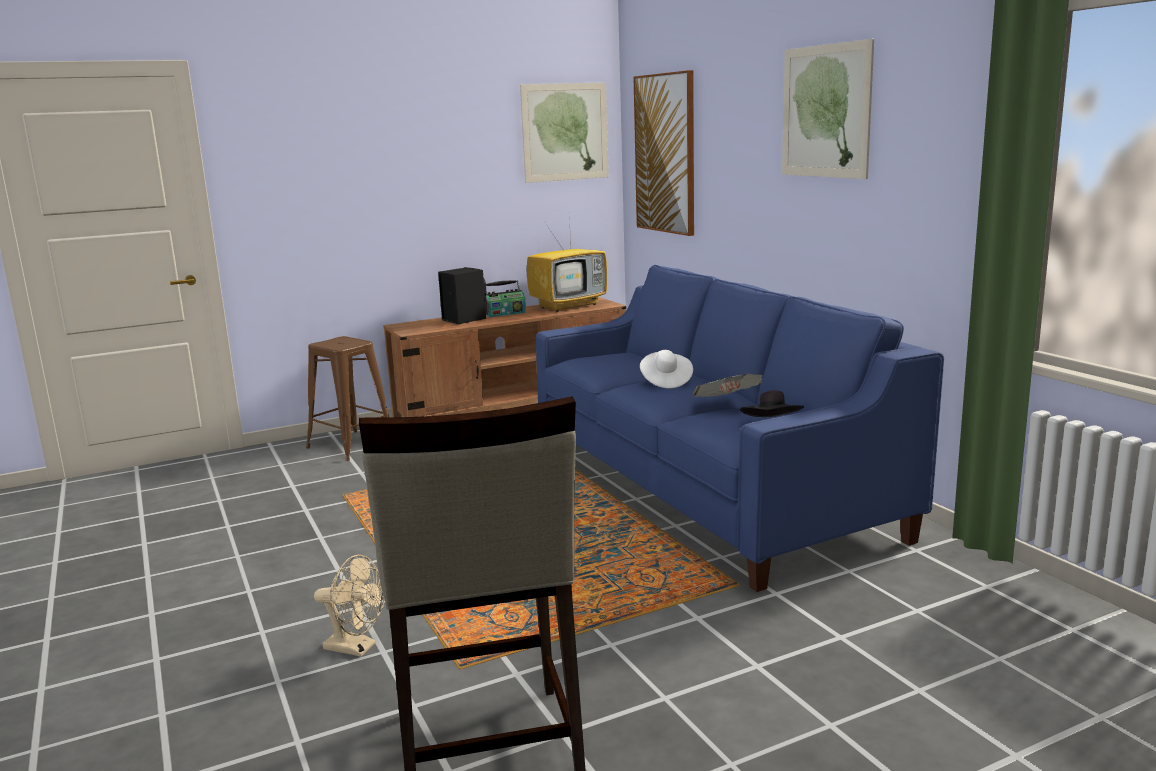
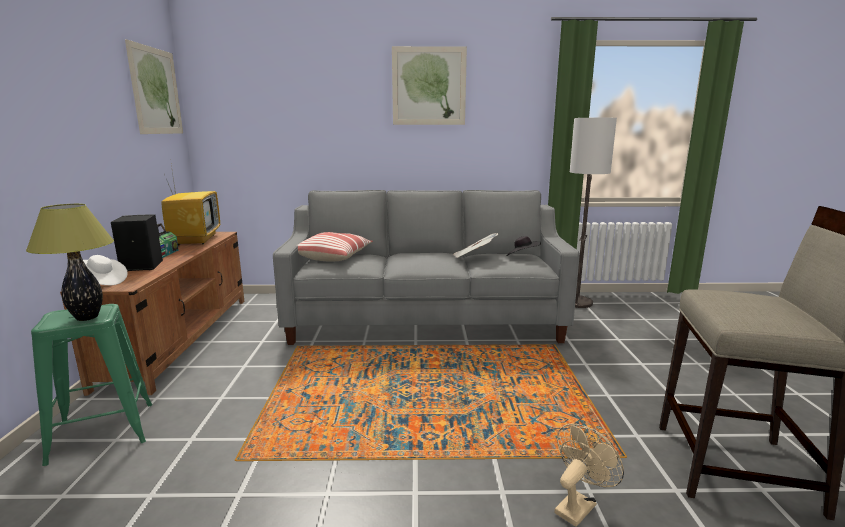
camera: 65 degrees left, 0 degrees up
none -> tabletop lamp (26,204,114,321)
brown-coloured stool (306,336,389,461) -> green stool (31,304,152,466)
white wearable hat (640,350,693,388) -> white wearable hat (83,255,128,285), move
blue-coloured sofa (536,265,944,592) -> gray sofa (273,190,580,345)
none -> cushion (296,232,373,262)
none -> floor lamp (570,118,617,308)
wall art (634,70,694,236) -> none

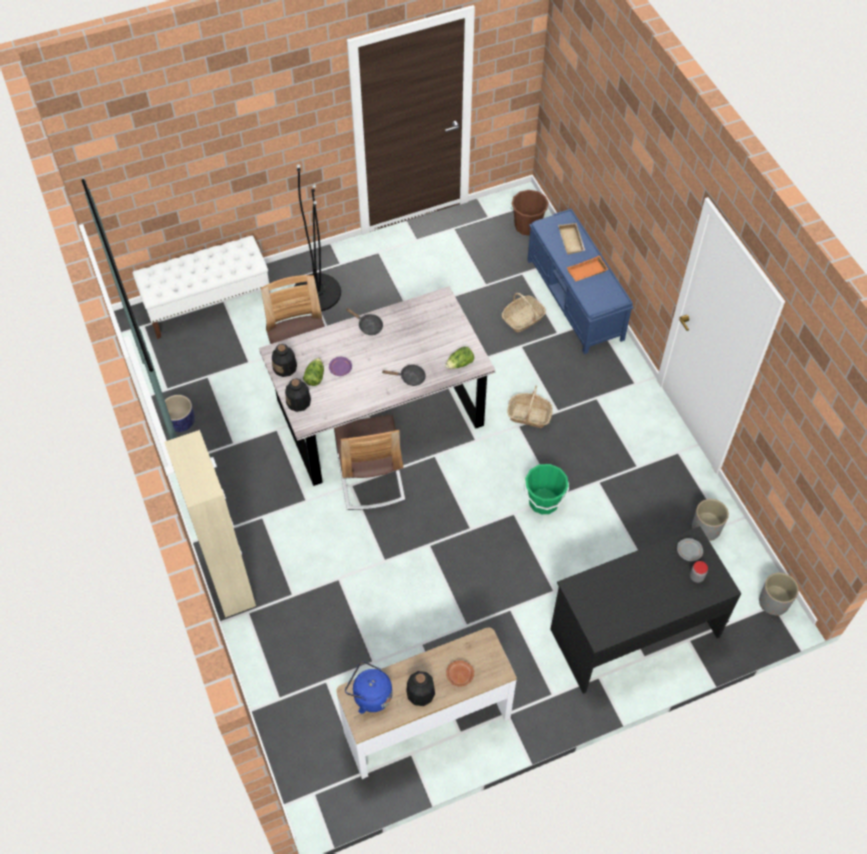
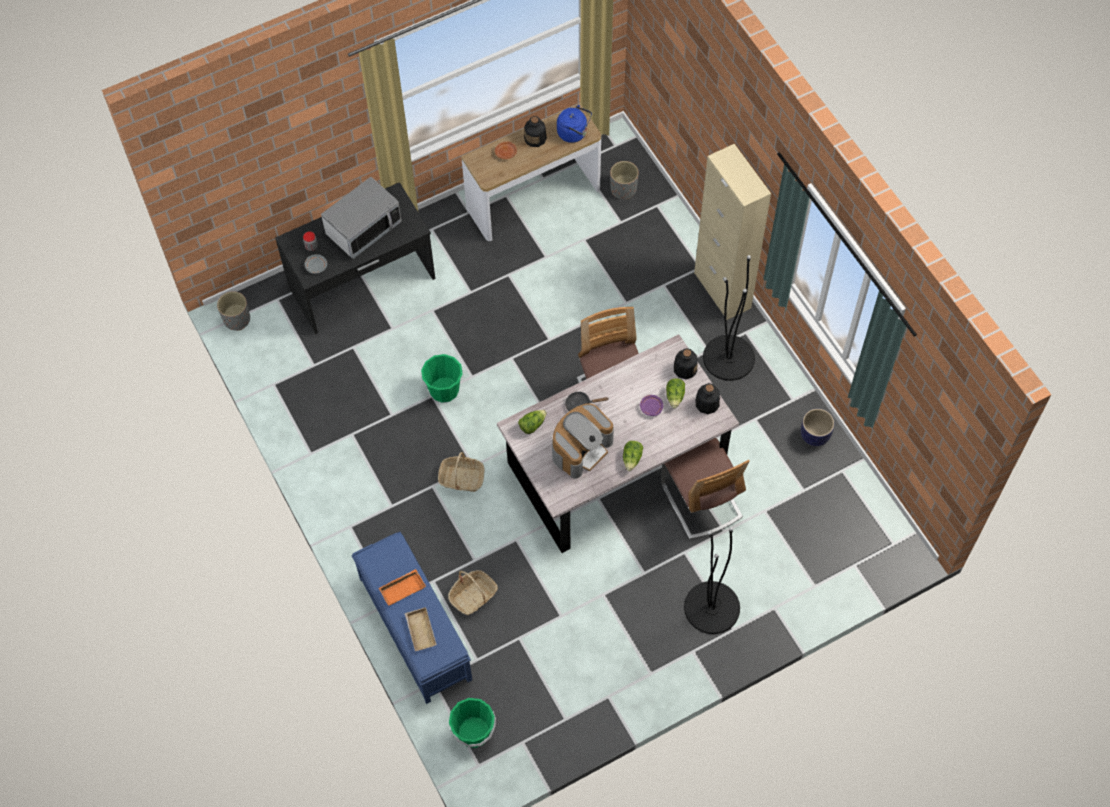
camera: 175 degrees right, 5 degrees up
none -> kitchen microwave (321,177,402,259)
brown-coloured bucket (510,190,549,236) -> green bucket (449,698,496,748)
none -> coffee machine (552,403,614,479)
gray flower pot (692,499,729,541) -> gray flower pot (610,161,639,199), move
black pan (346,308,383,335) -> lettuce head (623,441,643,471)
none -> black floor lamp (703,255,755,381)
white long seat (132,235,270,339) -> none

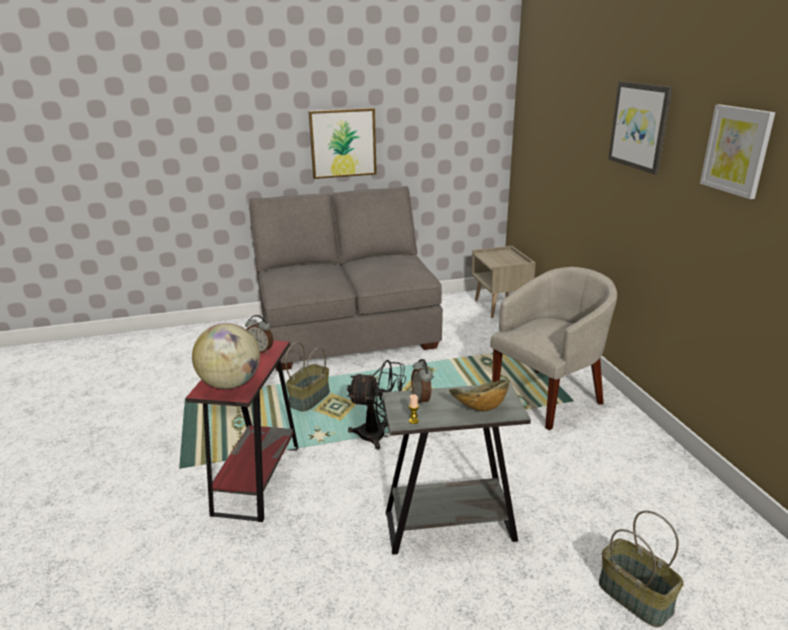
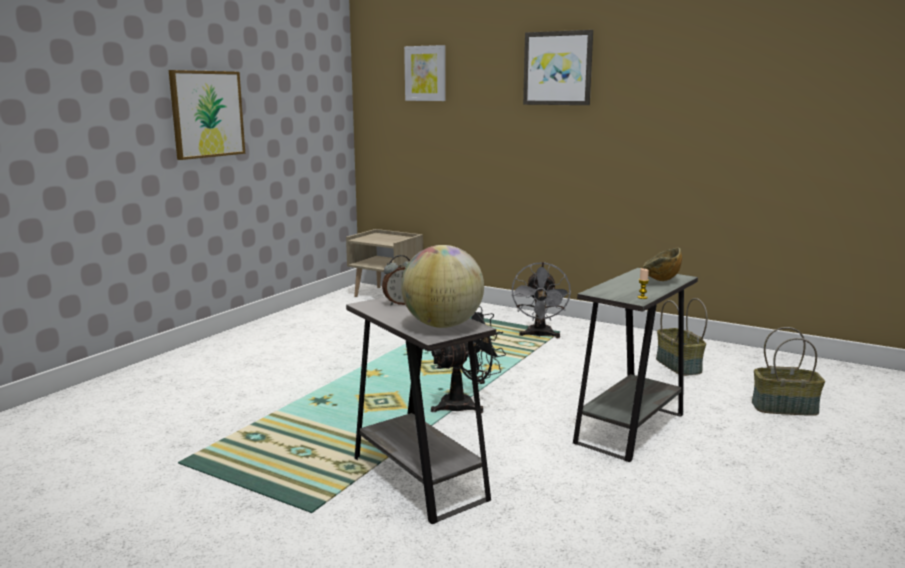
camera: 45 degrees left, 10 degrees down
red accent table (186,340,298,522) -> gray accent table (346,297,496,524)
wall art (700,105,775,199) -> wall art (404,45,446,101), move
beige-coloured armchair (490,267,617,430) -> gray fan (511,262,571,338)
storage basket (285,342,330,412) -> storage basket (656,298,707,376), move
gray sofa (249,186,443,371) -> none
table clock (411,359,433,406) -> none

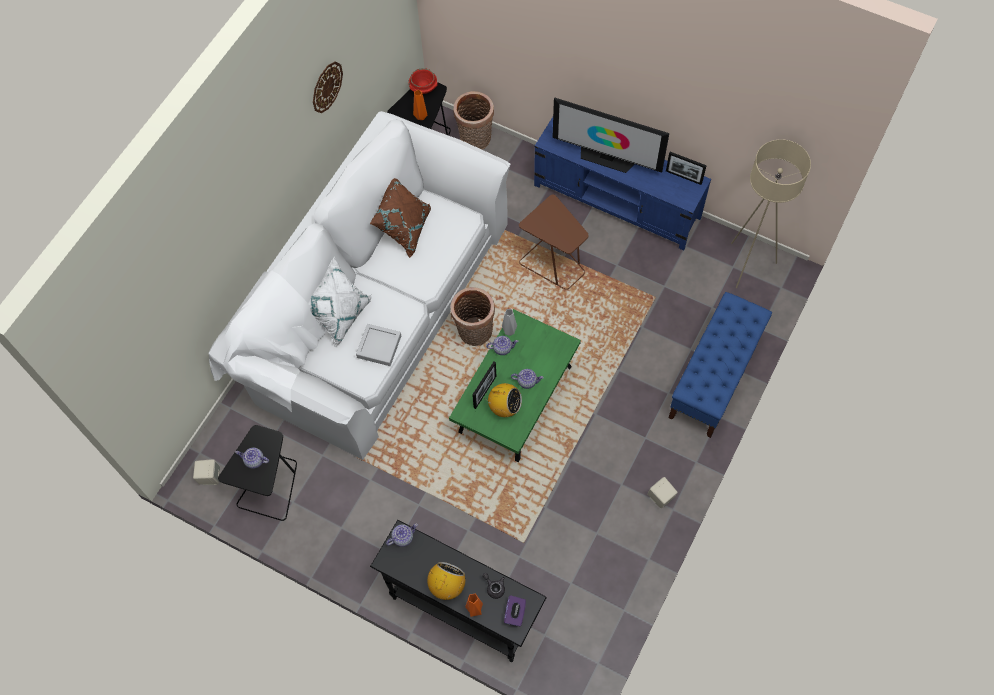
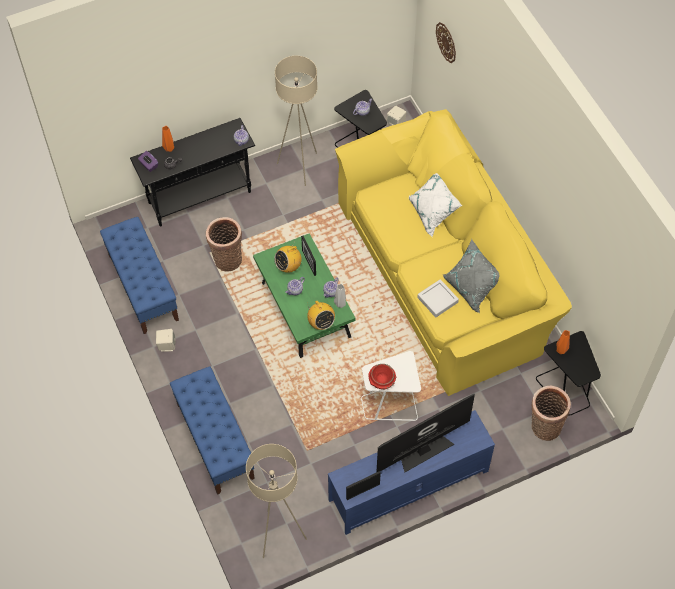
camera: 125 degrees right, 5 degrees down
none -> blue-coloured long seat (100,217,179,334)
storage basket (450,287,495,346) -> storage basket (206,217,242,272), move
none -> beige-coloured floor lamp (275,56,318,186)
radio receiver (427,562,465,600) -> radio receiver (307,301,335,330), move
white sofa (208,111,510,460) -> yellowish sofa (335,109,572,396)
brown-coloured accent table (519,194,589,290) -> white accent table (361,351,421,421)
red serving bowl (408,68,437,94) -> red serving bowl (368,364,396,389), move
gray serving tray (356,324,401,366) -> gray serving tray (417,279,459,318), move
hanging clock (313,61,343,113) -> hanging clock (436,22,456,63), move
brown-coloured cushion (370,178,431,257) -> gray cushion (443,239,500,313)

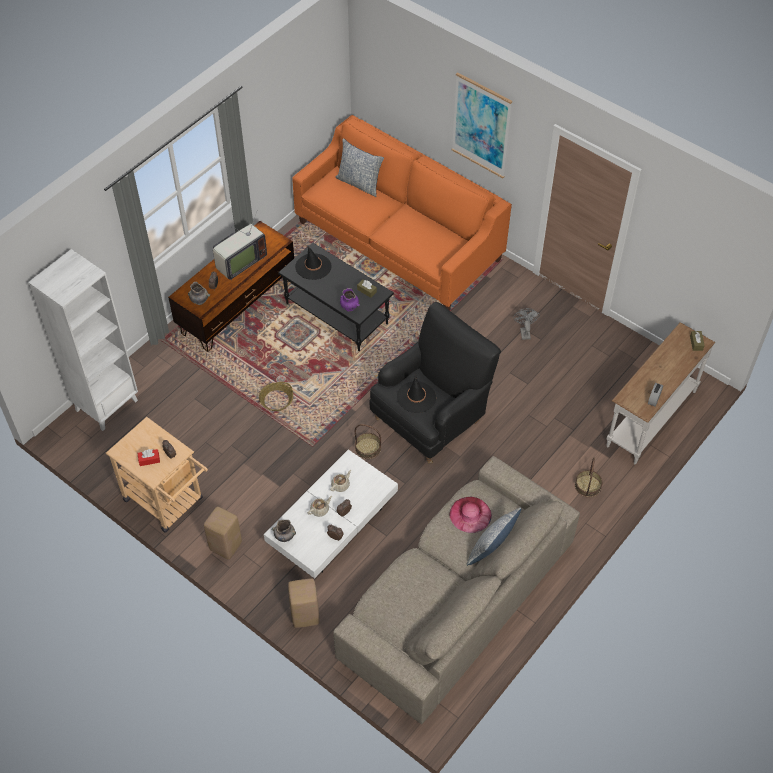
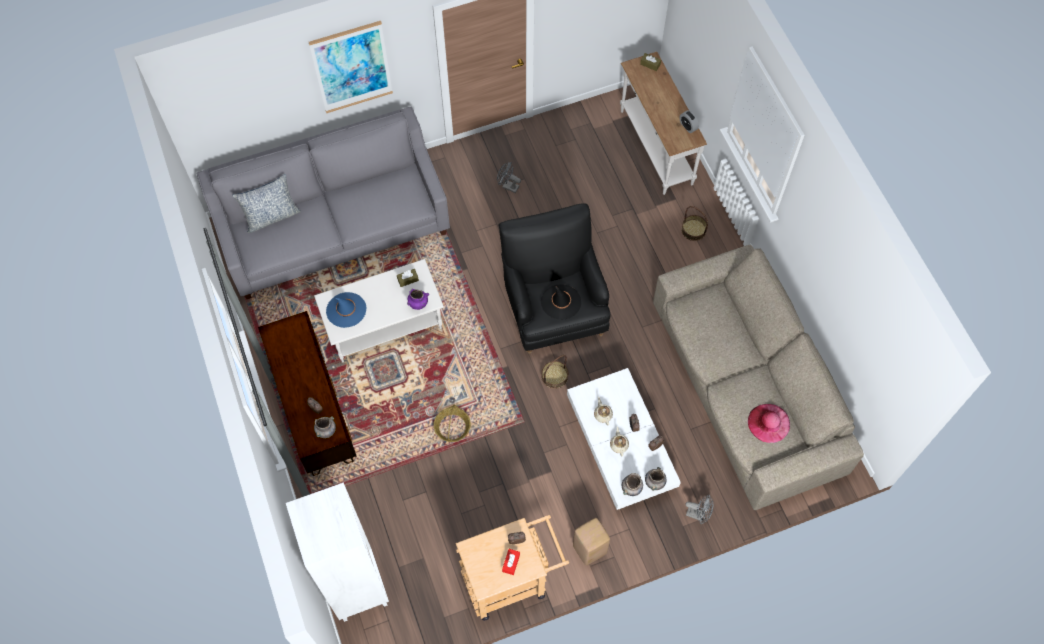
camera: 60 degrees left, 10 degrees up
orangey sofa (292,115,512,310) -> gray sofa (197,106,450,299)
black coffee table (278,243,394,351) -> white coffee table (314,259,444,362)
black wearable hat (295,246,331,280) -> blue-coloured wearable hat (326,292,366,328)
none -> gray flower vase (645,467,666,491)
beige-coloured stool (288,578,319,628) -> gray fan (685,495,713,524)
pink wearable hat (450,497,492,533) -> pink wearable hat (748,404,790,443), move
television (213,209,267,280) -> none
cushion (466,508,521,566) -> none

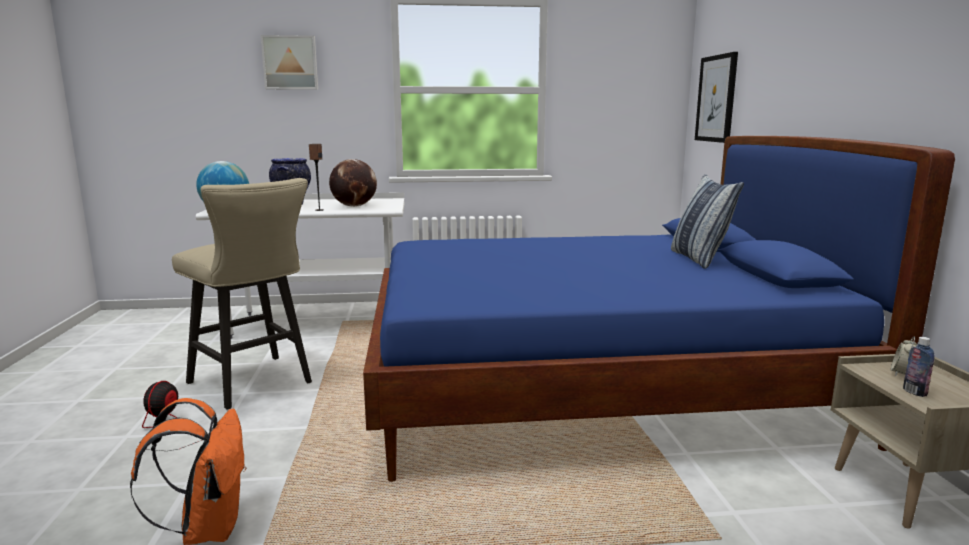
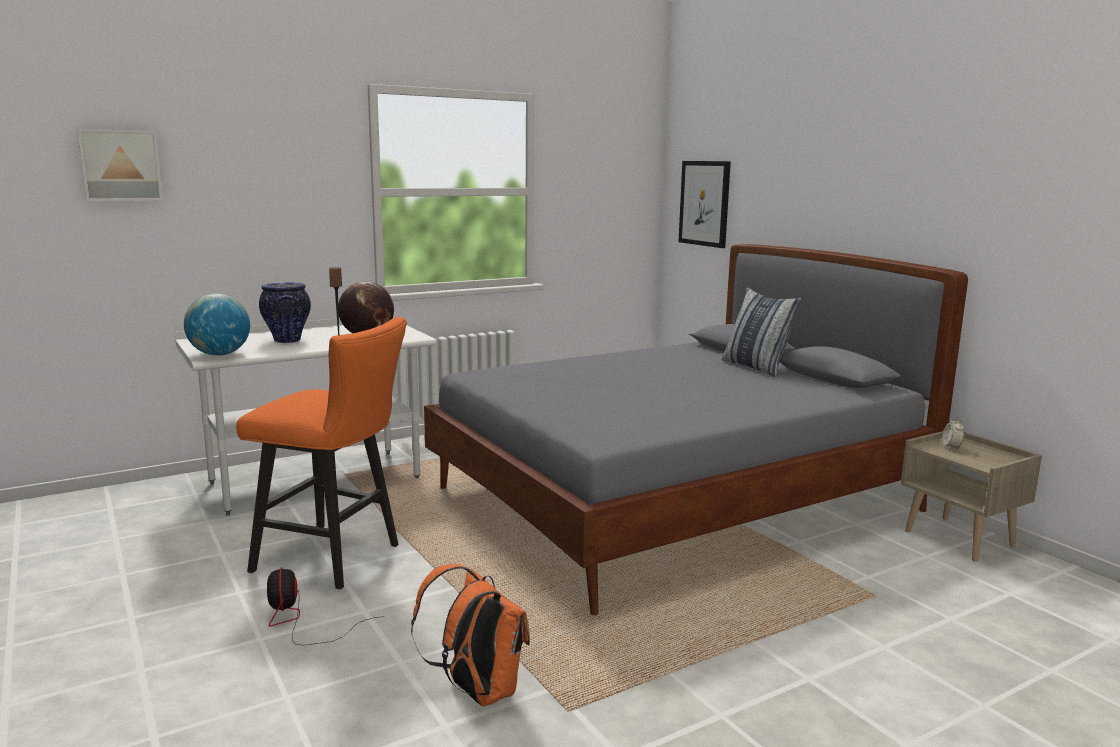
camera: 25 degrees left, 0 degrees up
wall art (261,35,318,90) -> wall art (77,129,163,201), move
beige-coloured stool (172,178,312,410) -> orangey stool (236,317,407,589)
blue-coloured bed (363,136,955,482) -> gray bed (424,244,968,615)
bottle (903,337,935,397) -> none

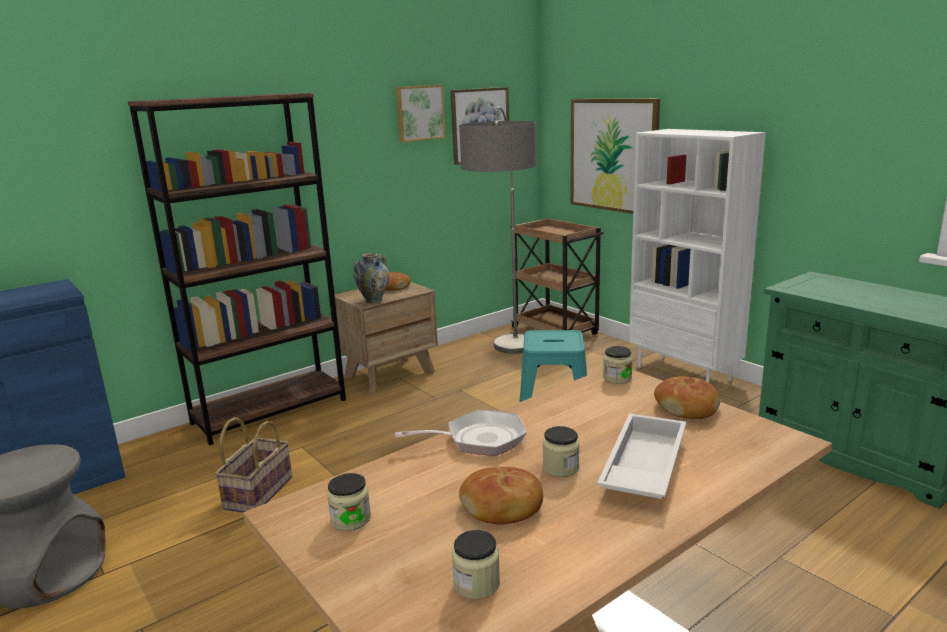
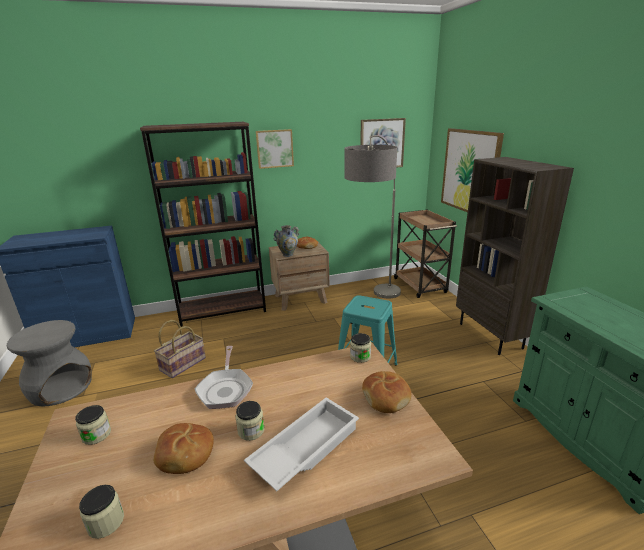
camera: 20 degrees right, 5 degrees up
pan (395,410,527,456) -> pan (194,346,253,409), 75 degrees clockwise
wall art (395,85,446,142) -> wall art (256,129,294,169), move
white bookcase (629,129,766,383) -> brown-coloured bookcase (456,157,574,355)

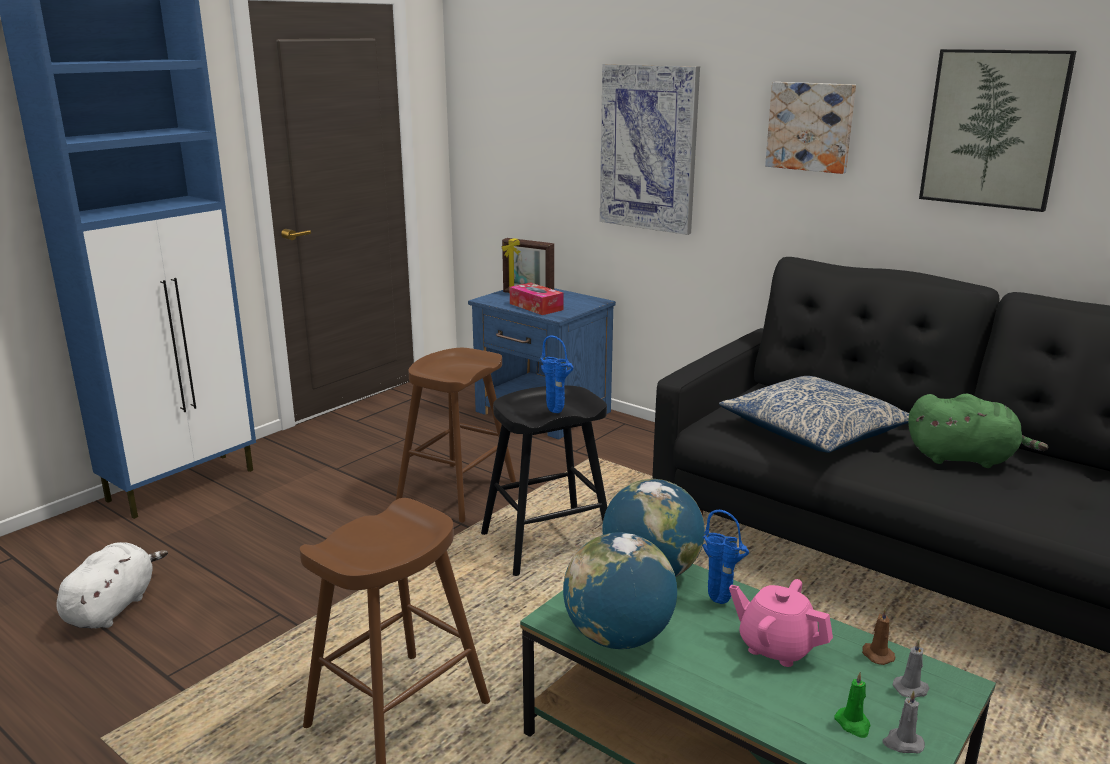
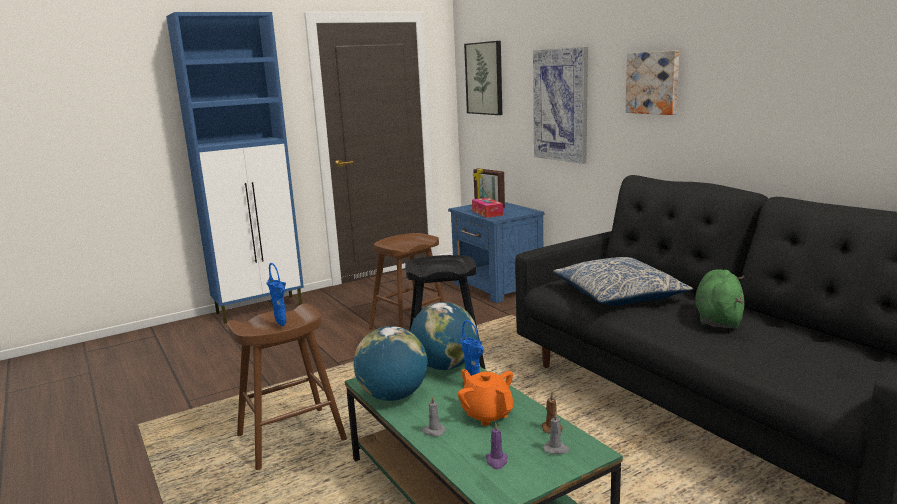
camera: 20 degrees right, 5 degrees down
blue-coloured flower vase (540,335,573,413) -> blue-coloured flower vase (266,263,286,326), move
gray wax light (883,690,925,753) -> gray wax light (422,396,446,436), move
pink tea pot (729,579,833,667) -> orangey tea pot (458,369,513,426)
wall art (919,49,1076,212) -> wall art (464,41,502,115), move
green wax light (835,672,871,738) -> purple-coloured wax light (486,422,508,469)
green soft toy (908,394,1049,468) -> green soft toy (696,269,745,329), 105 degrees counterclockwise
white soft toy (56,542,168,628) -> none

